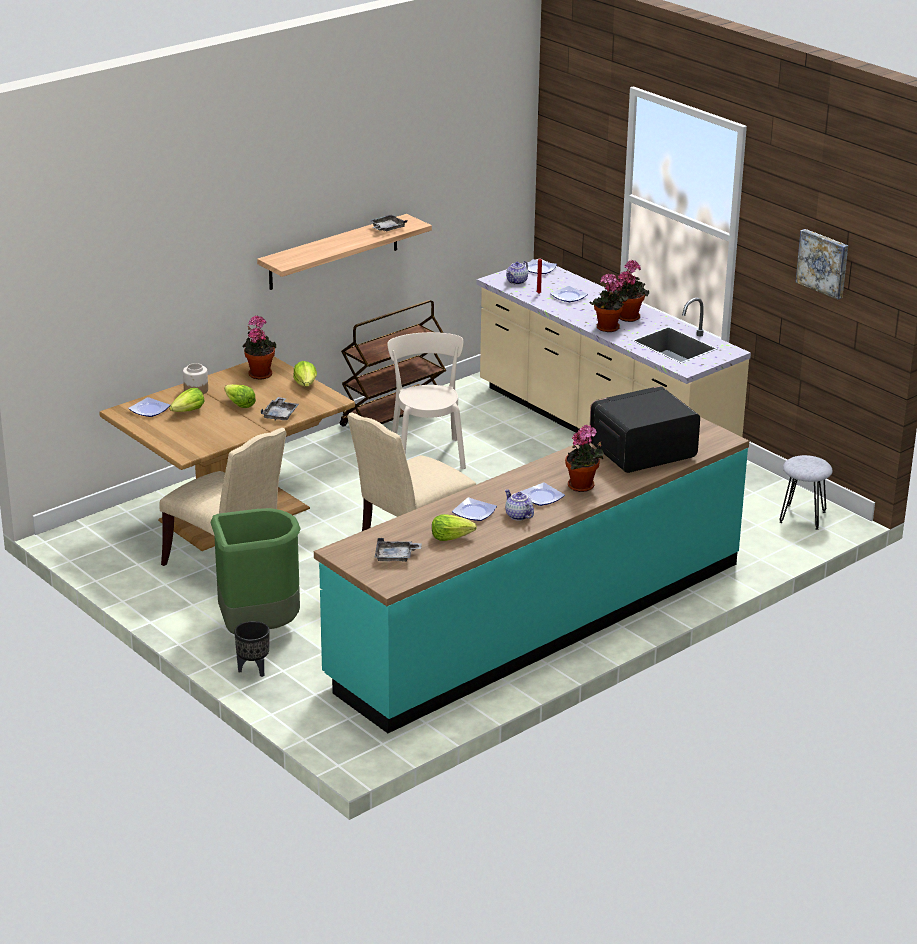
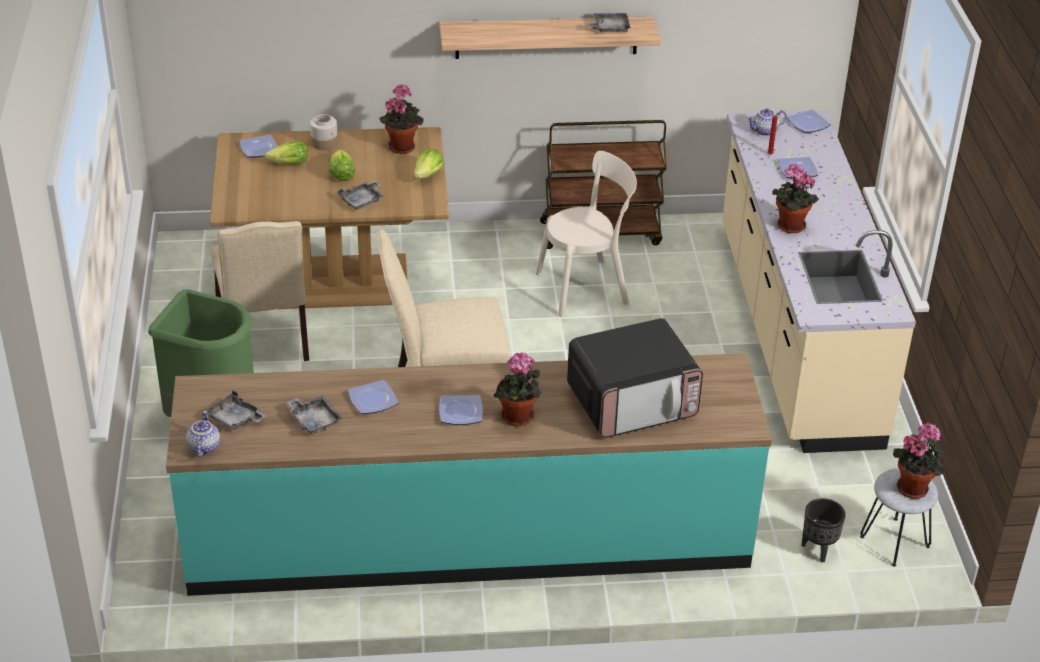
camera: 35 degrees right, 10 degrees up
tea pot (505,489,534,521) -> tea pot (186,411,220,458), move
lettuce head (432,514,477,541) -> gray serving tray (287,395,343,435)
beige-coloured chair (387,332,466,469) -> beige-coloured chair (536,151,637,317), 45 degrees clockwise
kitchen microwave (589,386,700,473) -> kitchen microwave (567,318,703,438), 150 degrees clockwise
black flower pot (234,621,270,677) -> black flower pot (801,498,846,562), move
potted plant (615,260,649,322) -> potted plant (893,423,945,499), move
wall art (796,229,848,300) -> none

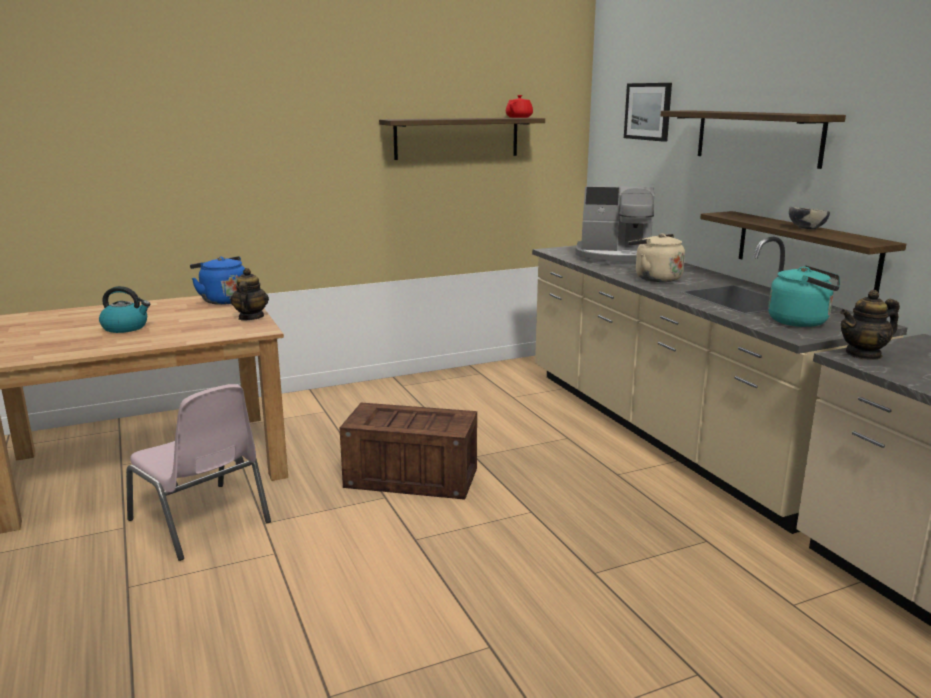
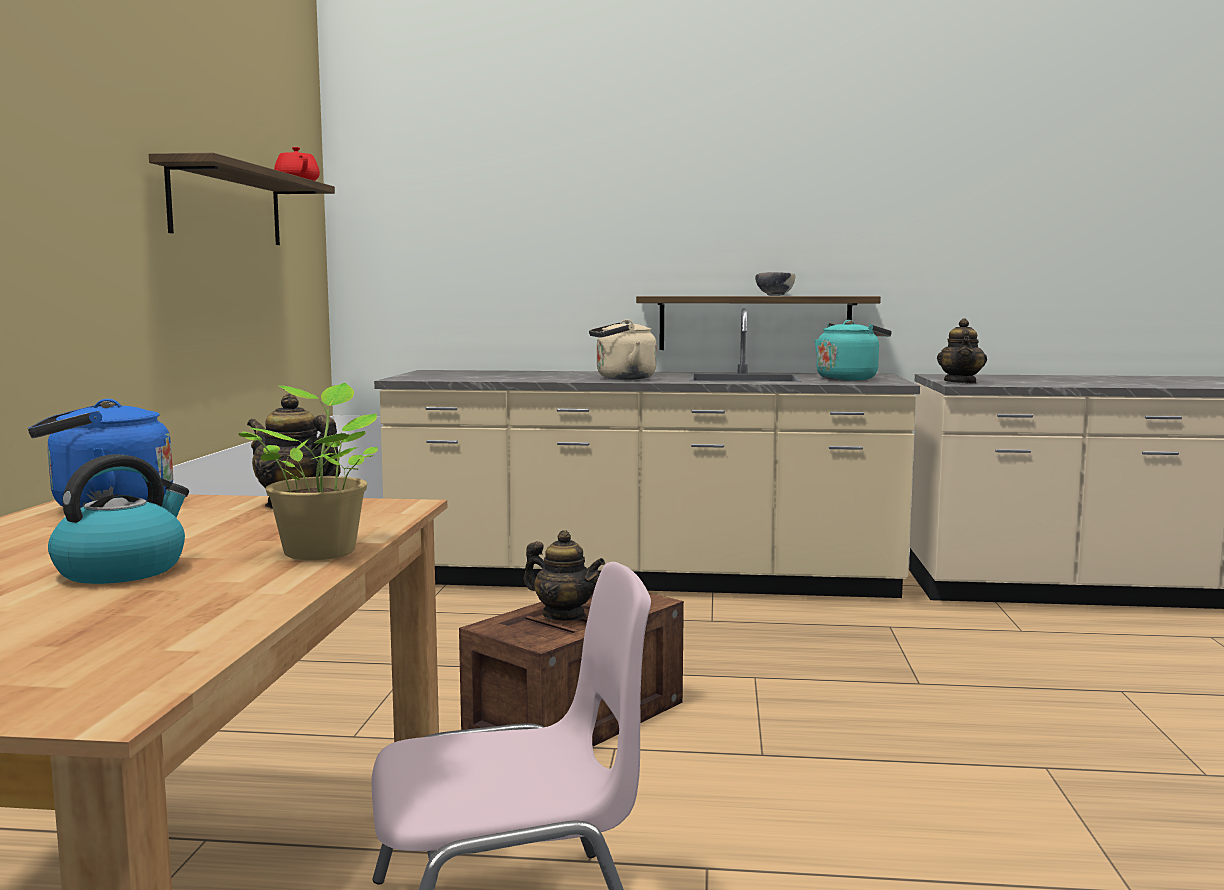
camera: 60 degrees left, 10 degrees down
none -> potted plant (238,383,378,560)
none -> tea pot (524,530,605,621)
coffee machine (575,186,654,266) -> none
wall art (624,83,672,142) -> none
wall shelf (661,110,846,169) -> none

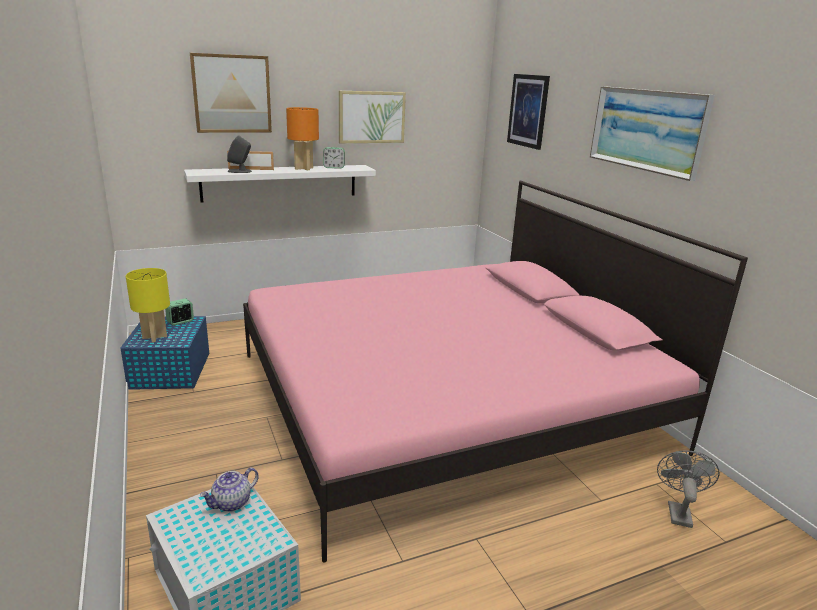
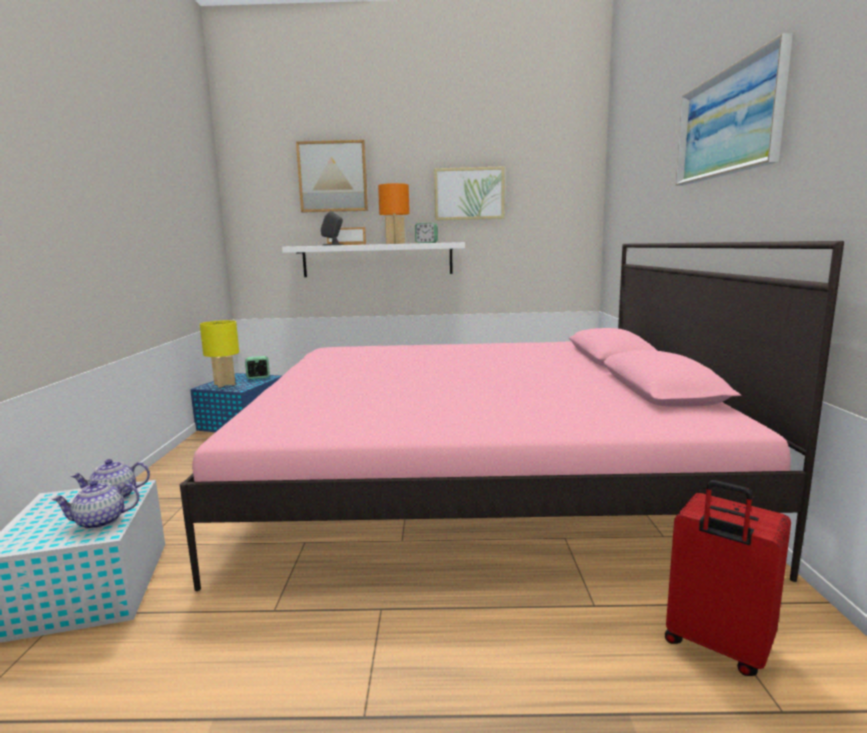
camera: 25 degrees right, 10 degrees down
none -> tea pot (51,480,140,529)
gray fan (657,450,720,528) -> red suitcase (665,480,791,676)
wall art (507,74,550,150) -> none

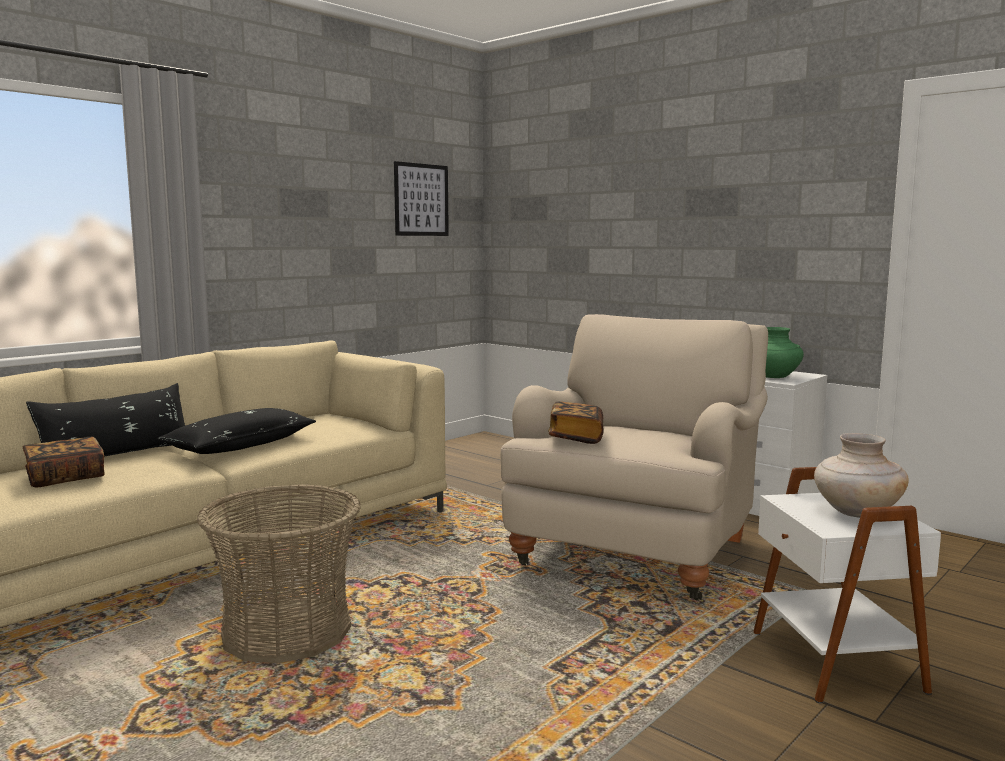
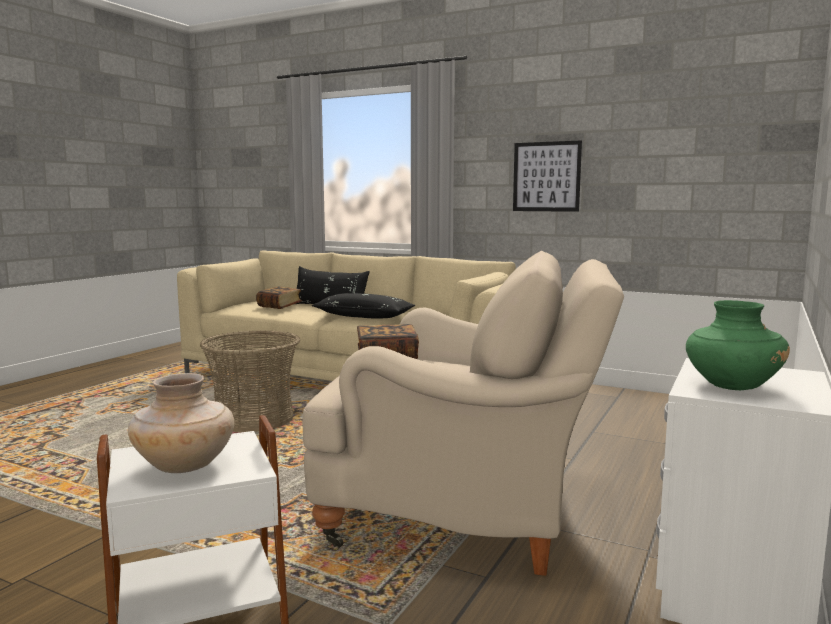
camera: 75 degrees right, 0 degrees up
wall art (394,161,449,236) -> wall art (513,141,582,212), move

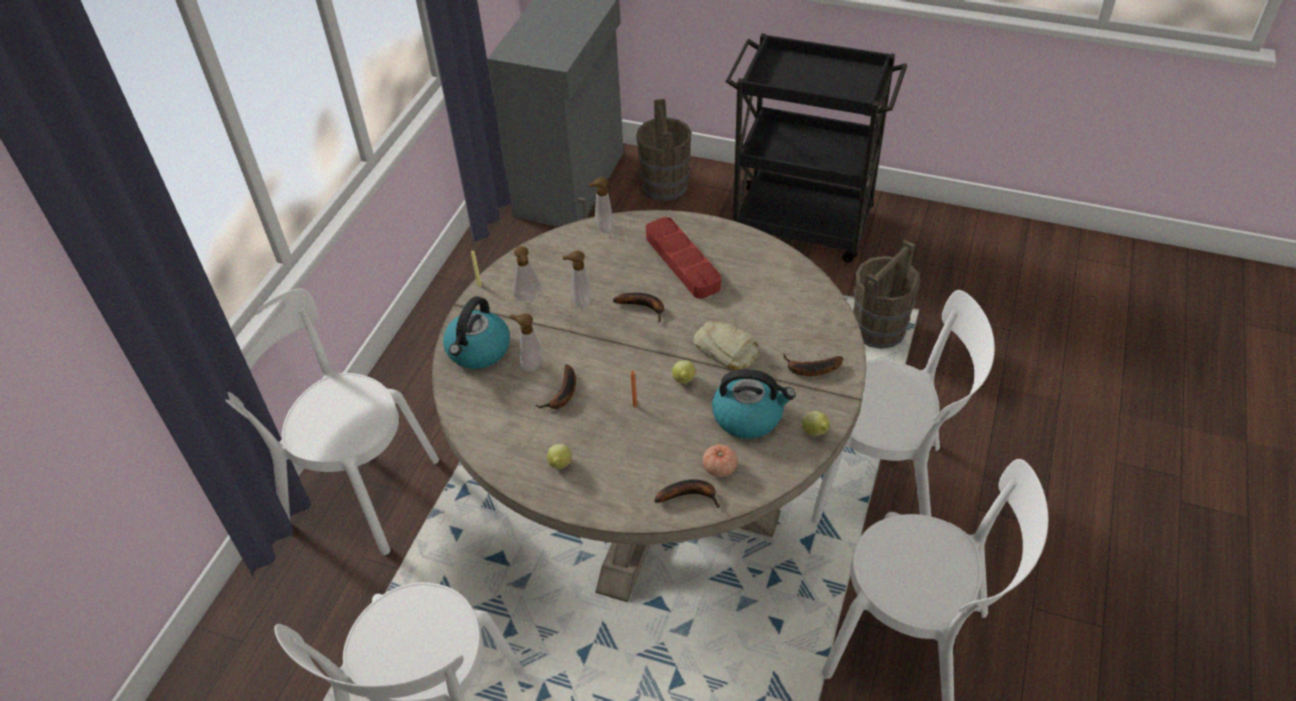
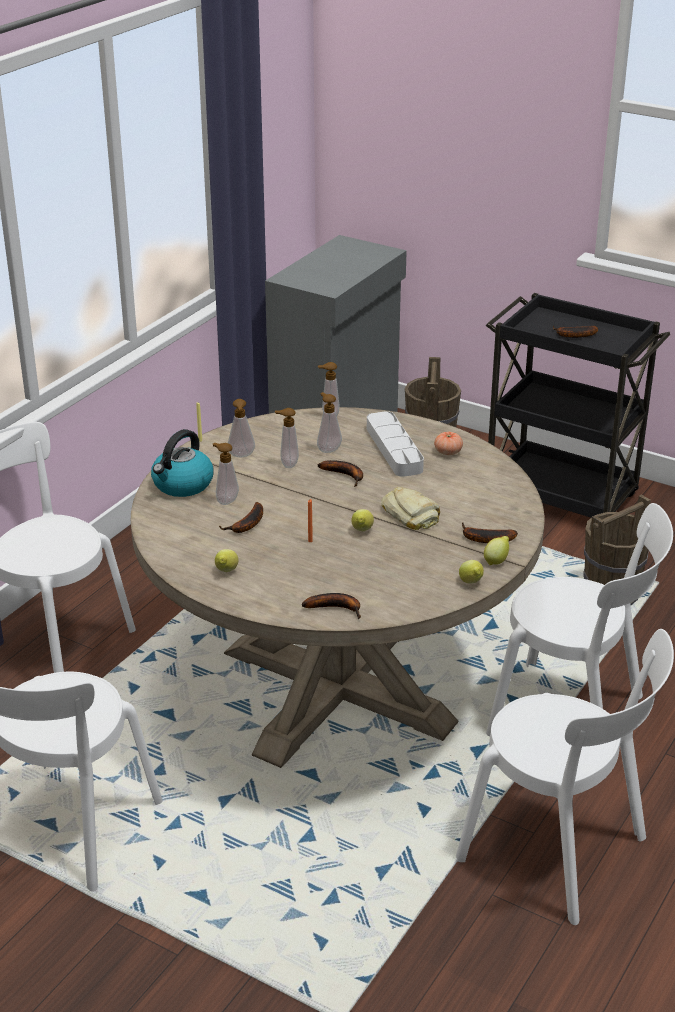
camera: 10 degrees right, 15 degrees down
none -> liquid soap bottle (317,392,342,453)
red serving tray (646,217,721,299) -> gray serving tray (367,411,424,477)
whole tomato (703,444,738,477) -> whole tomato (434,432,463,455), move
none -> citrus fruit (484,536,509,565)
none -> banana fruit (553,325,598,338)
tea kettle (712,369,796,439) -> none

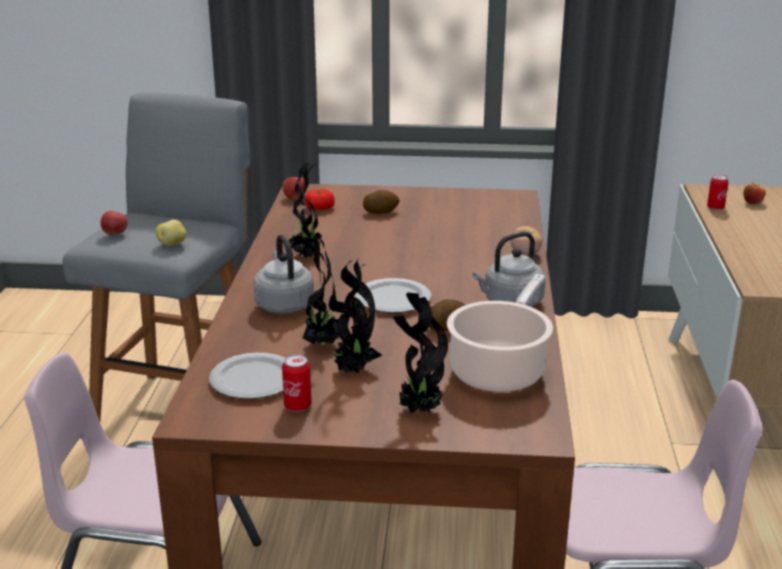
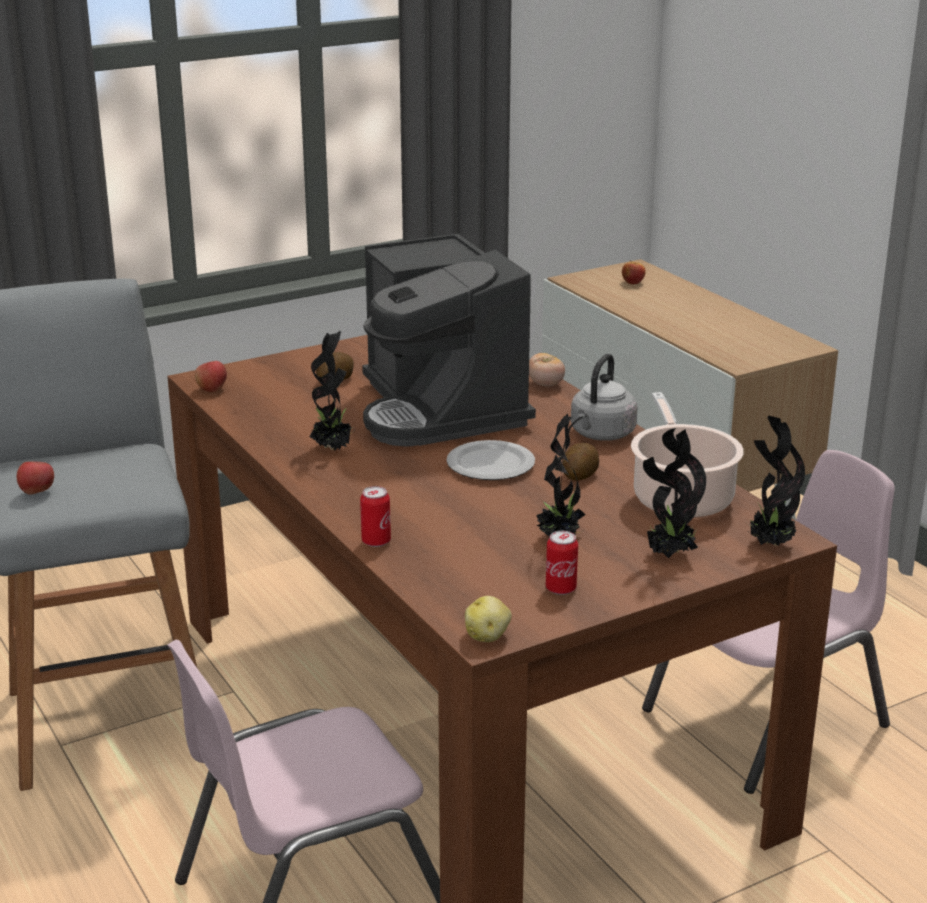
camera: 35 degrees left, 0 degrees up
sealed can (707,175,728,210) -> sealed can (360,486,391,547), move
none -> coffee machine (362,234,536,447)
potato (156,220,187,246) -> potato (465,596,512,642), move
potted plant (303,231,340,345) -> potted plant (748,415,805,546), move
dinner plate (209,353,285,399) -> none
gray tea kettle (253,235,314,314) -> none
whole tomato (305,189,335,210) -> none

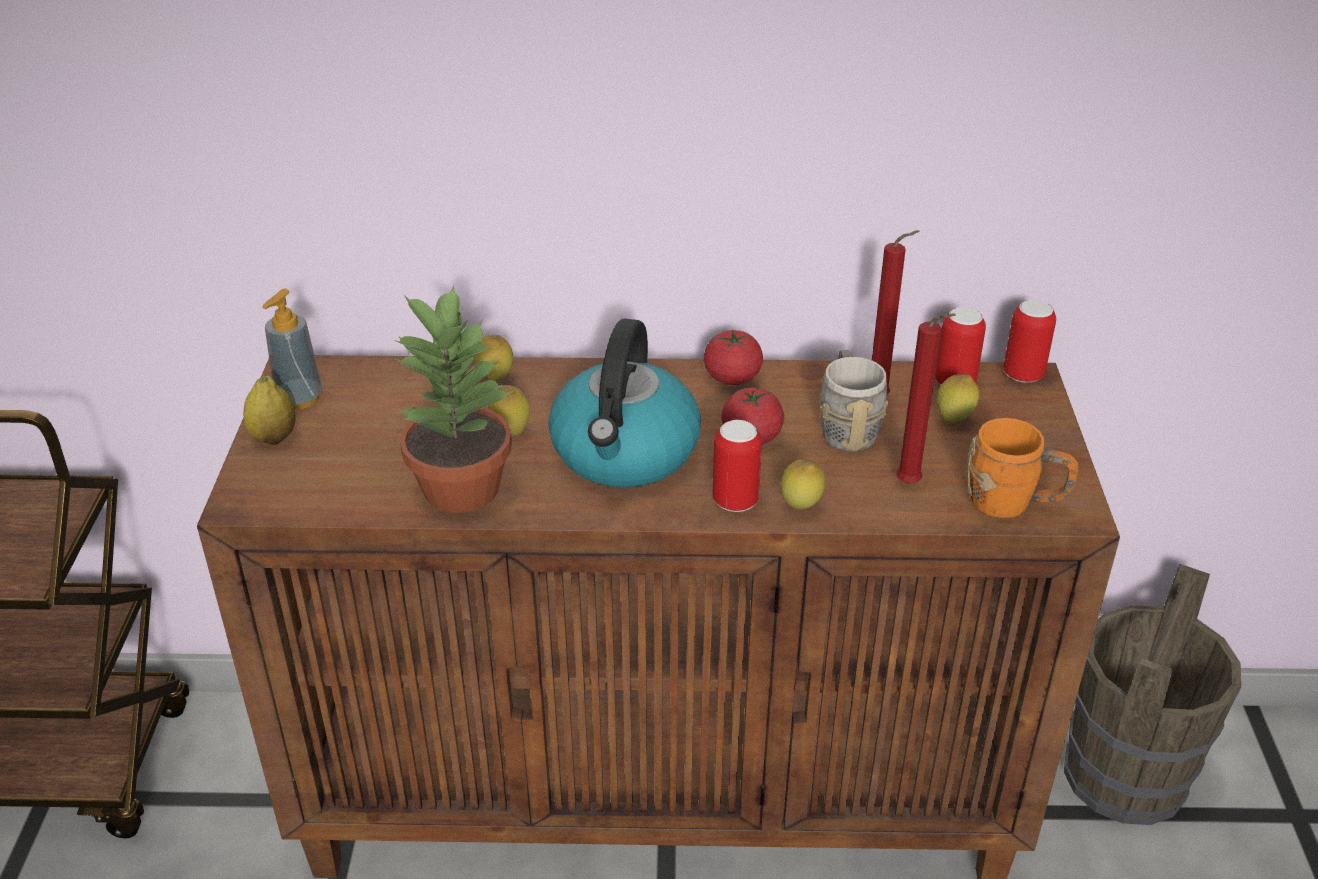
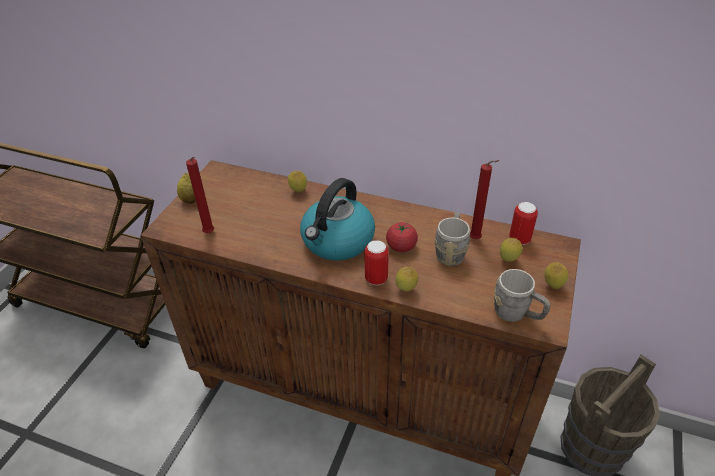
camera: 20 degrees right, 5 degrees up
red wax light (896,313,956,484) -> red wax light (186,157,215,233), move
orangey tea mug (967,418,1079,519) -> gray tea mug (494,269,551,322)
citrus fruit (488,385,530,436) -> citrus fruit (544,262,568,289), move
liquid soap bottle (262,289,322,410) -> none
potted plant (394,285,513,513) -> none
whole tomato (704,330,763,385) -> none
sealed can (1003,300,1056,383) -> none

